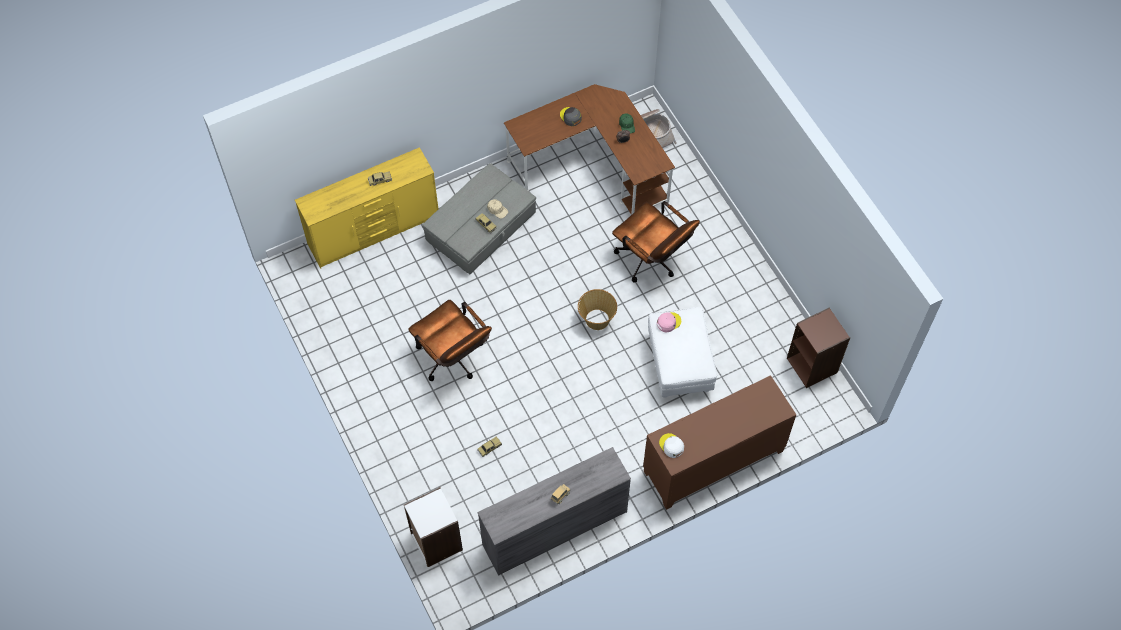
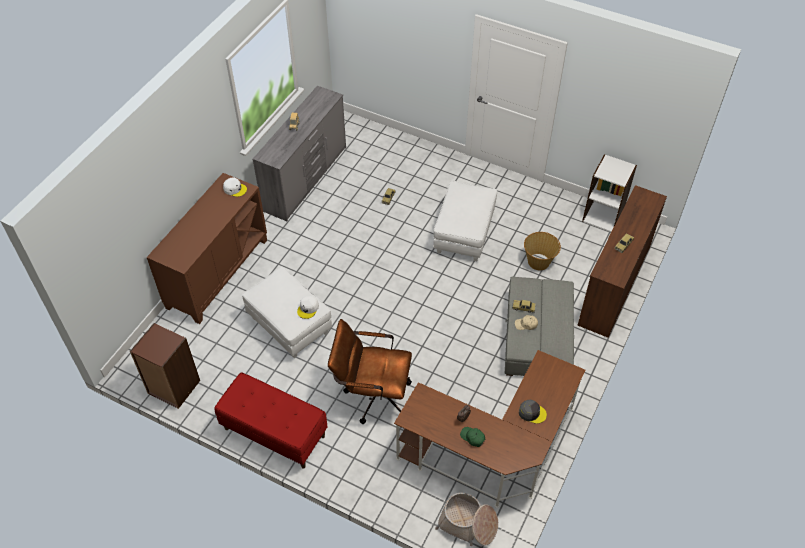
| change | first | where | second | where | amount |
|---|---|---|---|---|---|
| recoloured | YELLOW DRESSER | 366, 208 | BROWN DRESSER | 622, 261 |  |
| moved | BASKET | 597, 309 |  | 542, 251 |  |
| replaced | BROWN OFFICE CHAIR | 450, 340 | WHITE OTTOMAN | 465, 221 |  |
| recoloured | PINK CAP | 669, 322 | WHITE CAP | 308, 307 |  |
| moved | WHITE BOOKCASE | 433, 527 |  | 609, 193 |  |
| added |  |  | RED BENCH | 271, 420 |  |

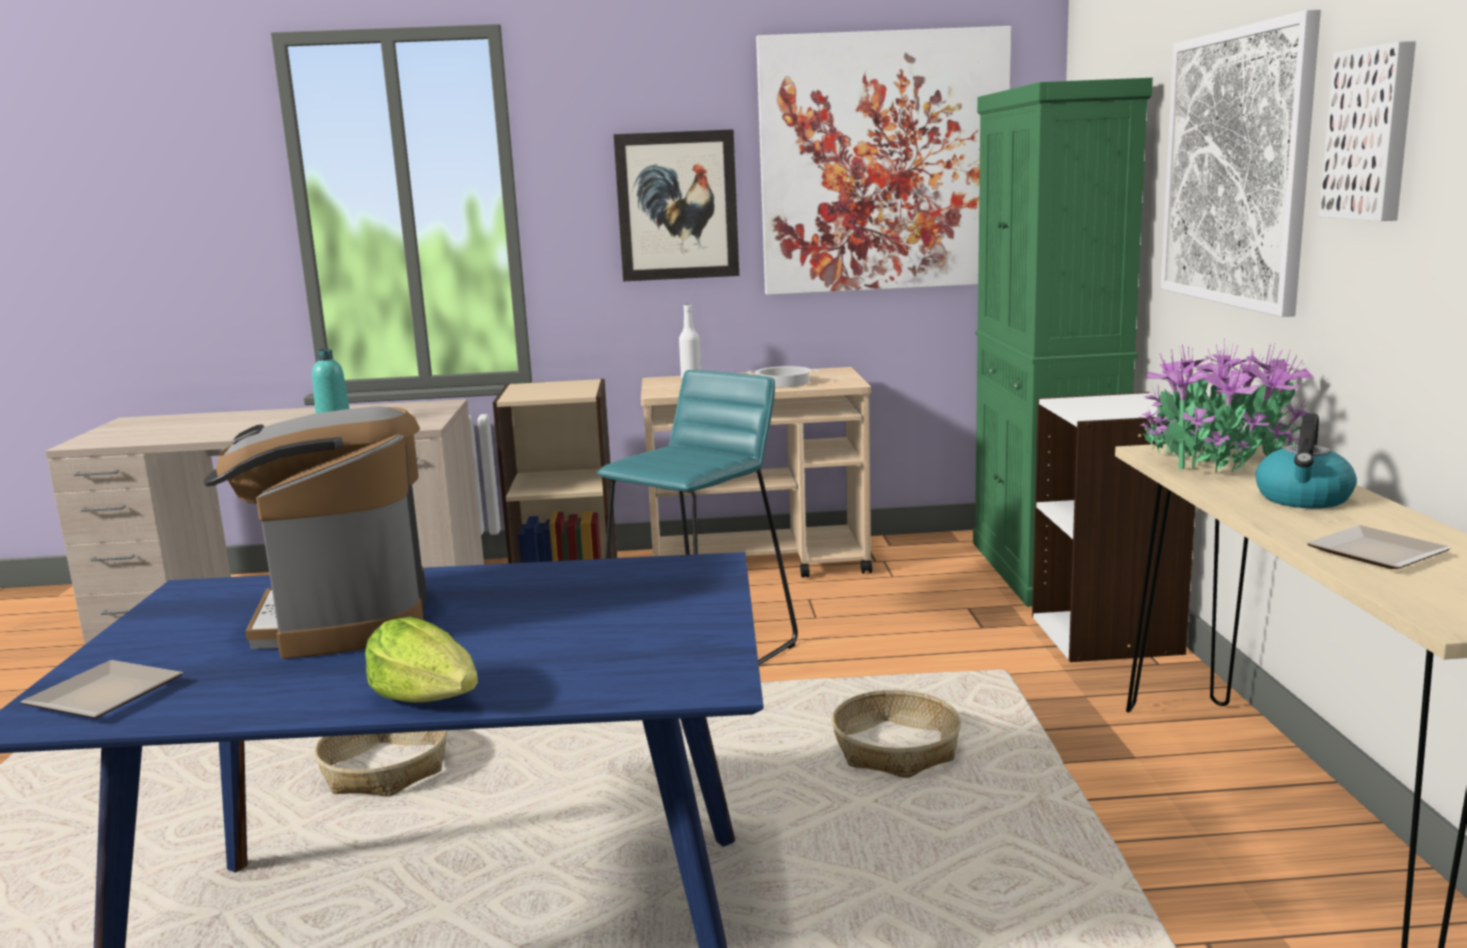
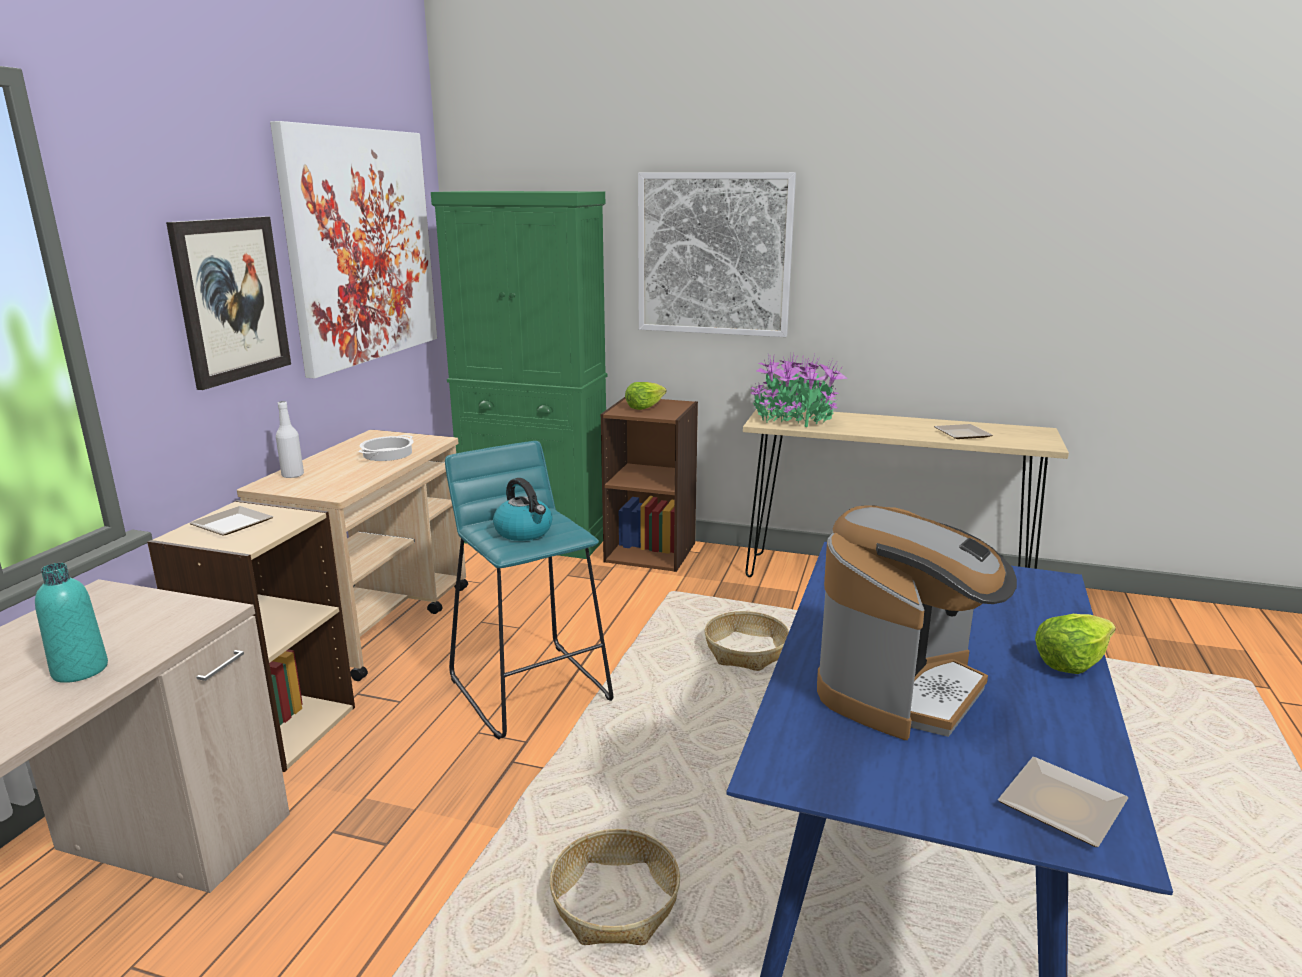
| change | first | where | second | where | amount |
|---|---|---|---|---|---|
| removed | PICTURE | 1367, 131 |  |  |  |
| recoloured | WHITE BOOKCASE | 1114, 527 | BROWN BOOKCASE | 649, 484 |  |
| turned | COFFEE MACHINE | 314, 532 |  | 917, 622 | 60 degrees counterclockwise |
| moved | KETTLE | 1306, 460 |  | 523, 509 |  |
| added |  |  | LETTUCE | 645, 396 |  |
| added |  |  | PLATE | 231, 520 |  |

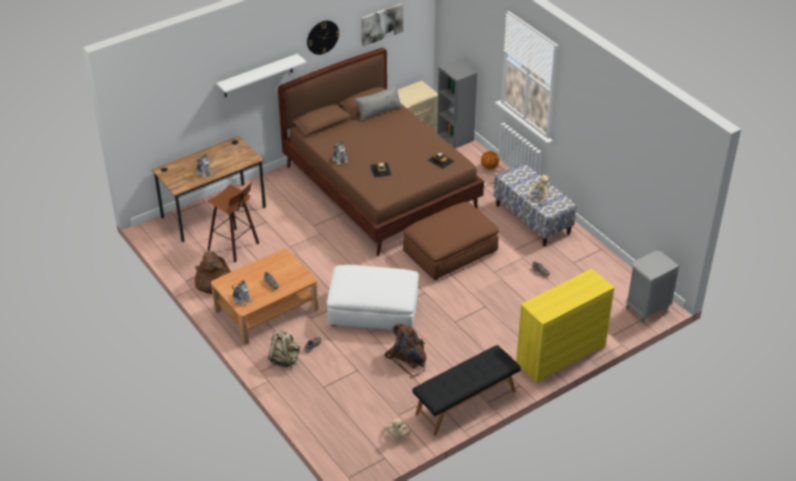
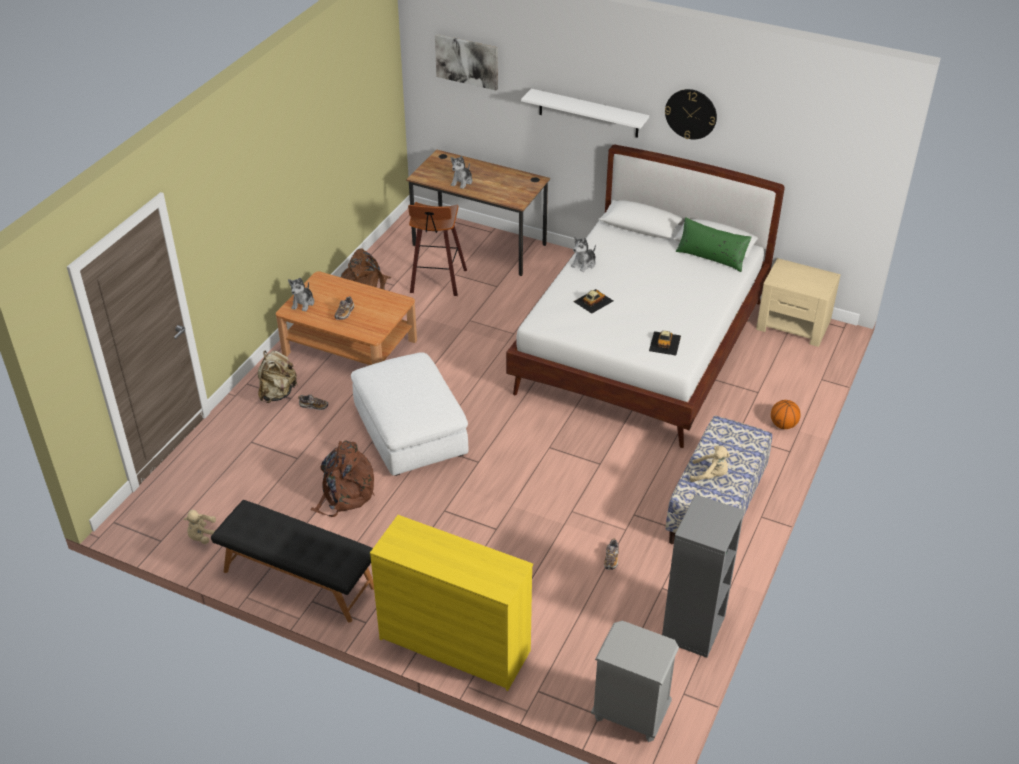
| change | first | where | second | where | amount |
|---|---|---|---|---|---|
| moved | PICTURE | 382, 24 |  | 466, 62 |  |
| recoloured | BROWN BED | 381, 152 | WHITE BED | 645, 296 |  |
| moved | GREY BOOKCASE | 457, 104 |  | 703, 576 |  |
| recoloured | GREY PILLOW | 379, 103 | GREEN PILLOW | 714, 244 |  |
| removed | BROWN OTTOMAN | 451, 241 |  |  |  |

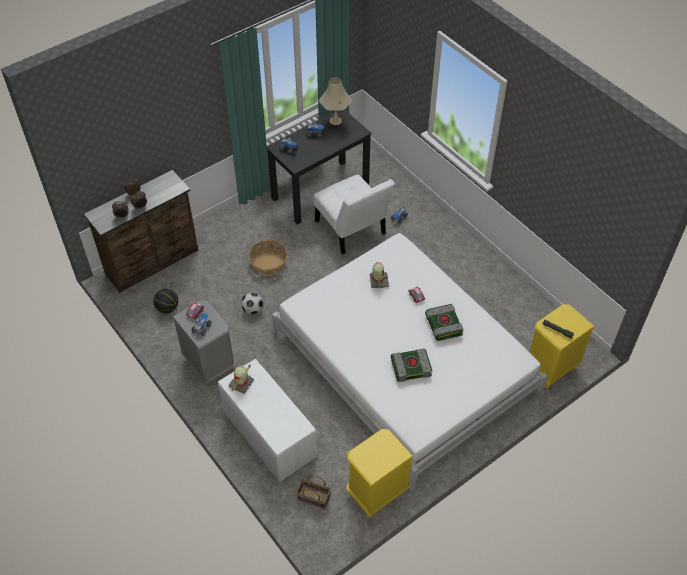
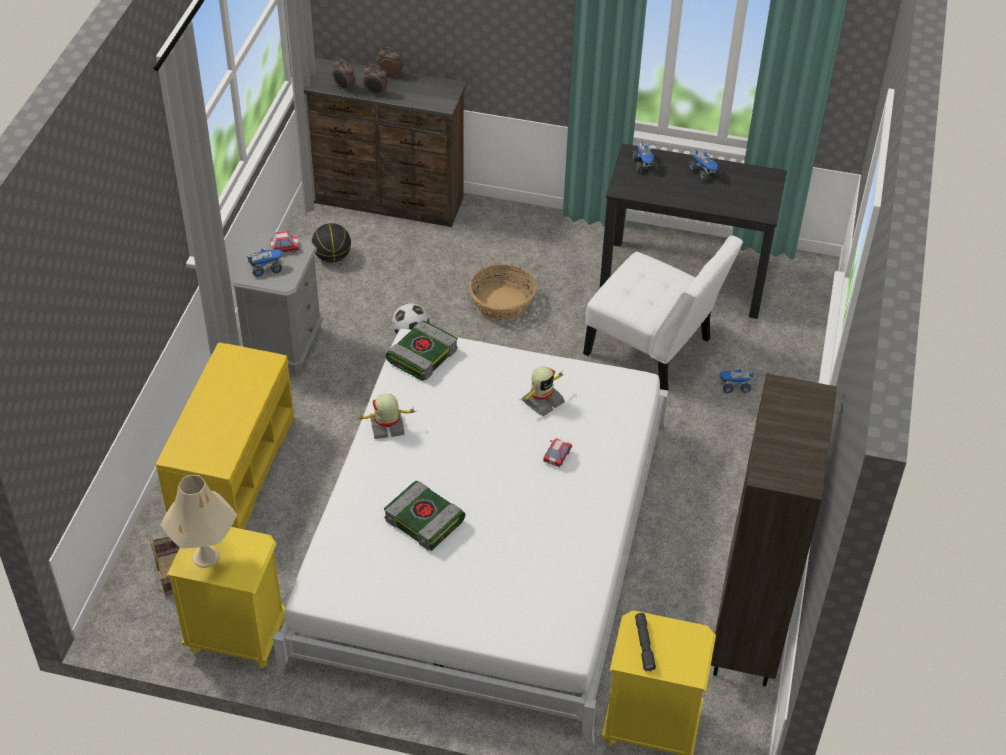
| change | first | where | second | where | amount |
|---|---|---|---|---|---|
| moved | BEIGE TABLE LAMP | 335, 101 |  | 198, 521 |  |
| turned | WHITE CHAIR | 354, 214 |  | 663, 312 | 75 degrees counterclockwise |
| moved | BOOK | 444, 322 |  | 421, 350 |  |
| recoloured | WHITE BENCH | 267, 420 | YELLOW BENCH | 225, 435 |  |
| moved | TOY ROBOT | 241, 379 |  | 385, 416 |  |
| added |  |  | BROWN BOOKCASE | 774, 530 |  |

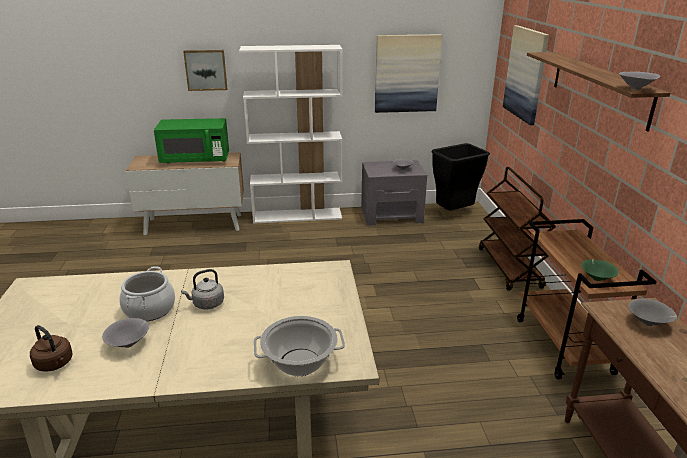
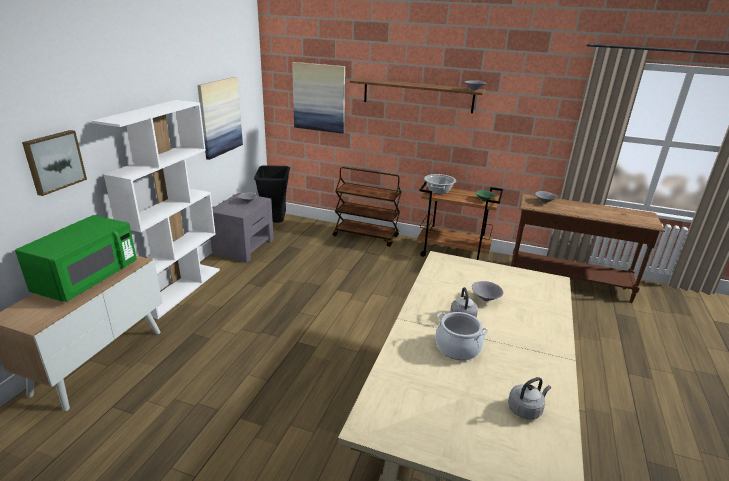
| change | first | where | second | where | amount |
|---|---|---|---|---|---|
| moved | COOKING POT | 299, 346 |  | 440, 184 |  |
| moved | GREY BOWL | 125, 333 |  | 487, 291 |  |
| recoloured | BROWN KETTLE | 51, 348 | GREY KETTLE | 529, 398 |  |

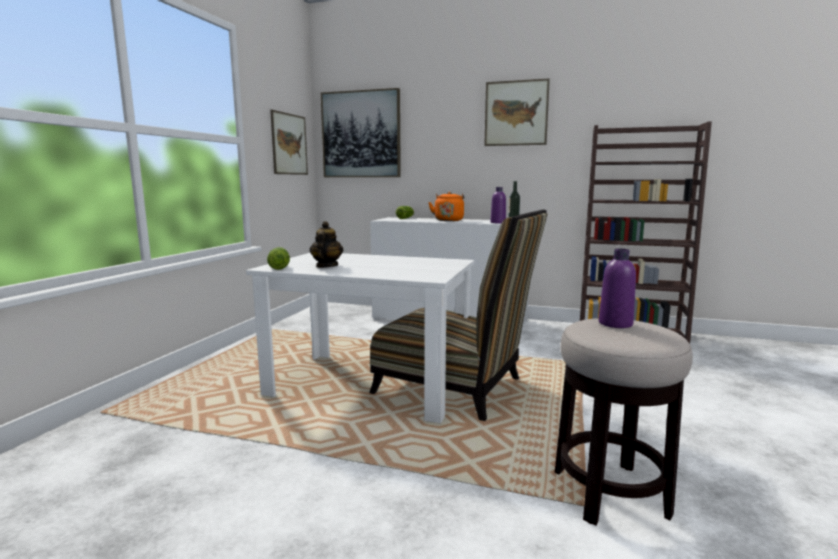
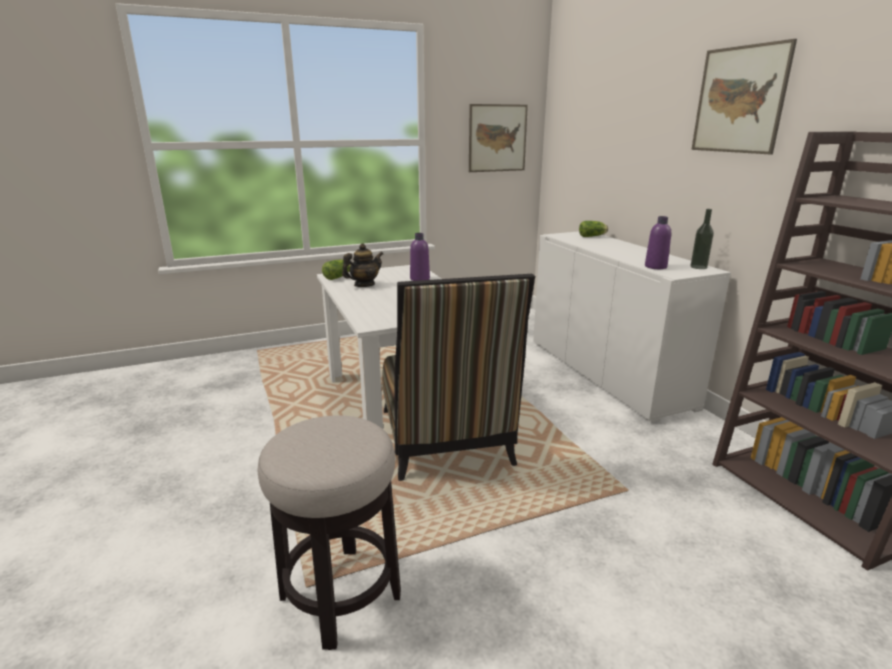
| change | first | where | second | where | amount |
|---|---|---|---|---|---|
| removed | PICTURE | 361, 132 |  |  |  |
| removed | ORANGE KETTLE | 446, 206 |  |  |  |
| moved | PURPLE BOTTLE | 617, 288 |  | 420, 257 |  |

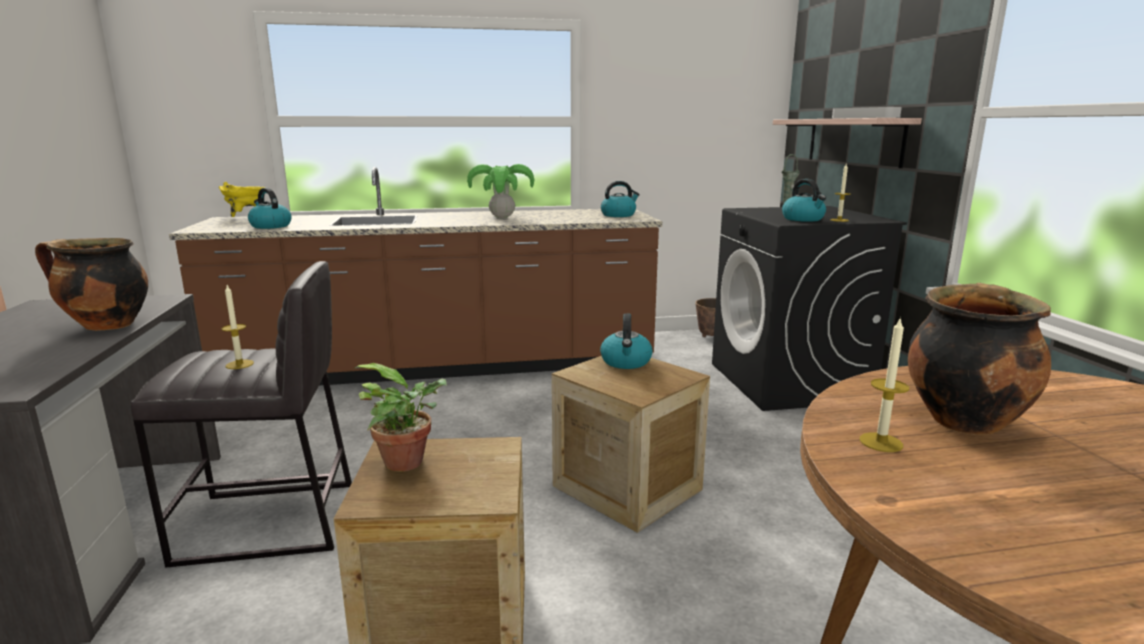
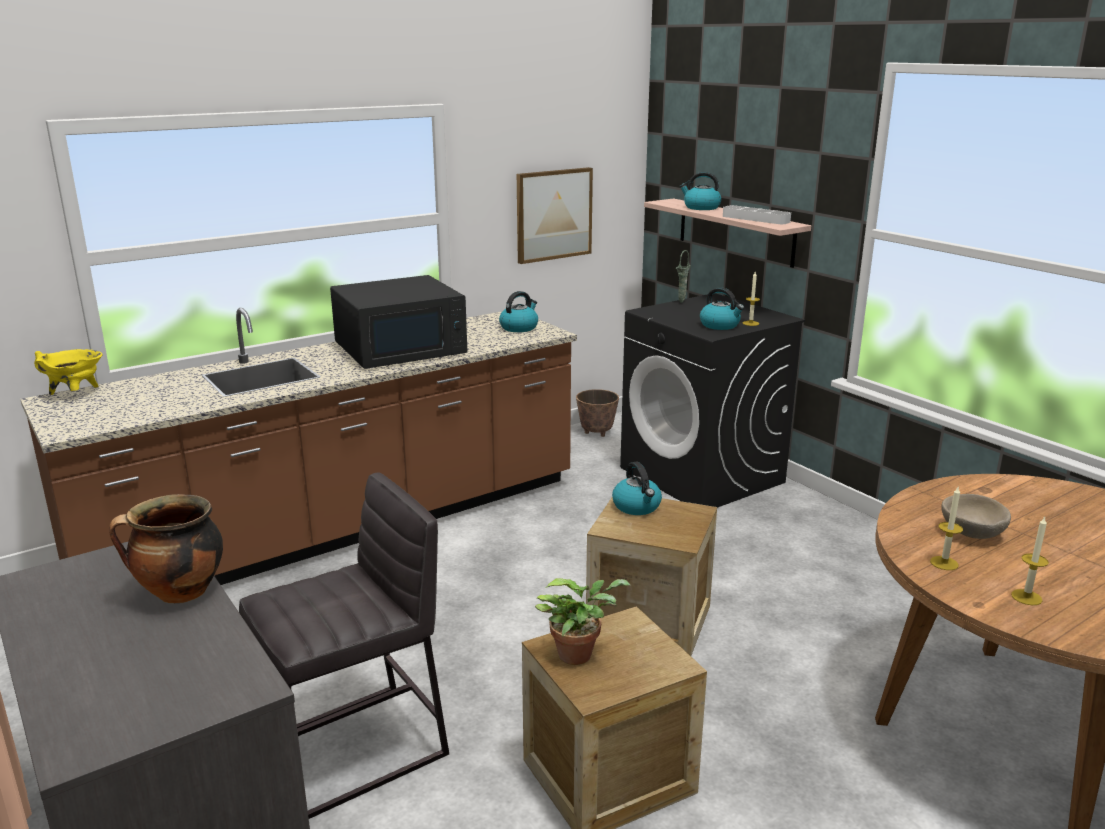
| change | first | where | second | where | amount |
|---|---|---|---|---|---|
| replaced | POTTED PLANT | 500, 191 | BLACK MICROWAVE | 398, 322 |  |
| moved | KETTLE | 270, 208 |  | 700, 191 |  |
| replaced | COOKING POT | 979, 359 | BEIGE BOWL | 976, 516 |  |
| moved | CANDLE | 238, 327 |  | 1030, 560 |  |
| added |  |  | PICTURE | 555, 215 |  |

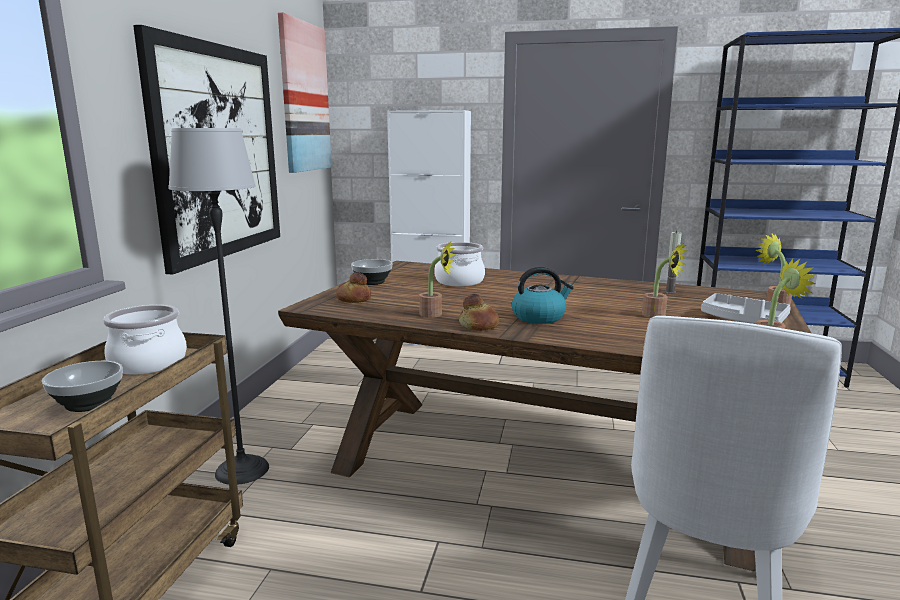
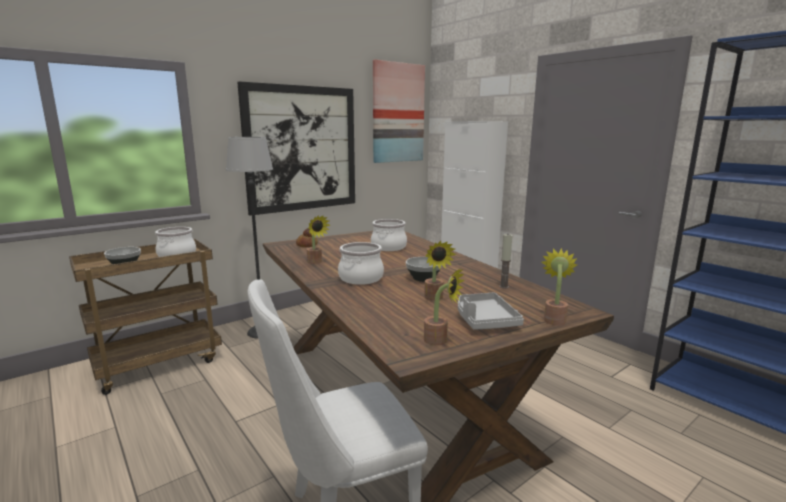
| change | first | where | second | where | amount |
|---|---|---|---|---|---|
| moved | BOWL | 371, 272 |  | 424, 269 |  |
| replaced | KETTLE | 543, 295 | COOKING POT | 361, 263 |  |
| removed | BREAD | 479, 312 |  |  |  |

